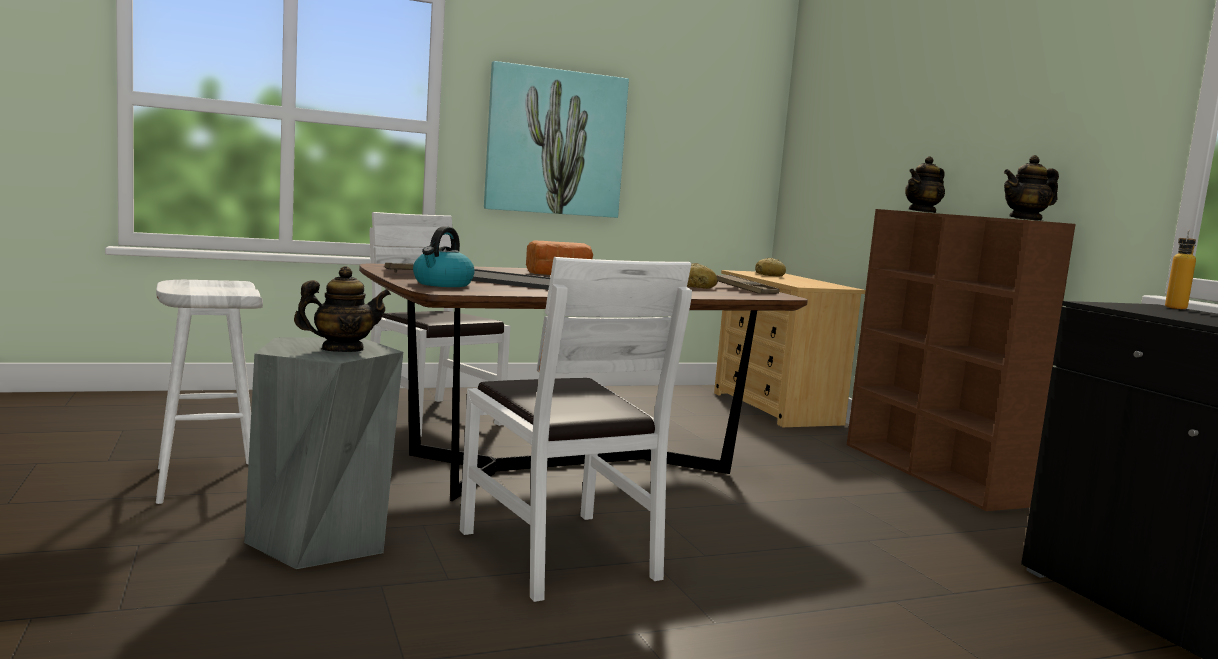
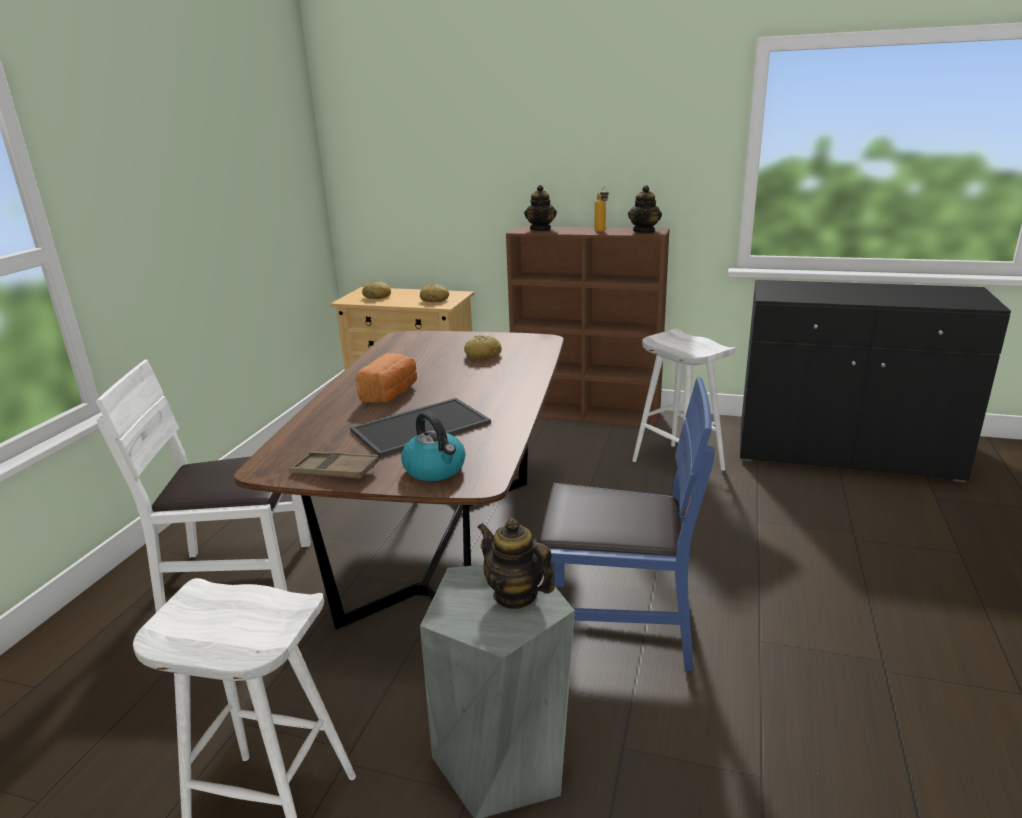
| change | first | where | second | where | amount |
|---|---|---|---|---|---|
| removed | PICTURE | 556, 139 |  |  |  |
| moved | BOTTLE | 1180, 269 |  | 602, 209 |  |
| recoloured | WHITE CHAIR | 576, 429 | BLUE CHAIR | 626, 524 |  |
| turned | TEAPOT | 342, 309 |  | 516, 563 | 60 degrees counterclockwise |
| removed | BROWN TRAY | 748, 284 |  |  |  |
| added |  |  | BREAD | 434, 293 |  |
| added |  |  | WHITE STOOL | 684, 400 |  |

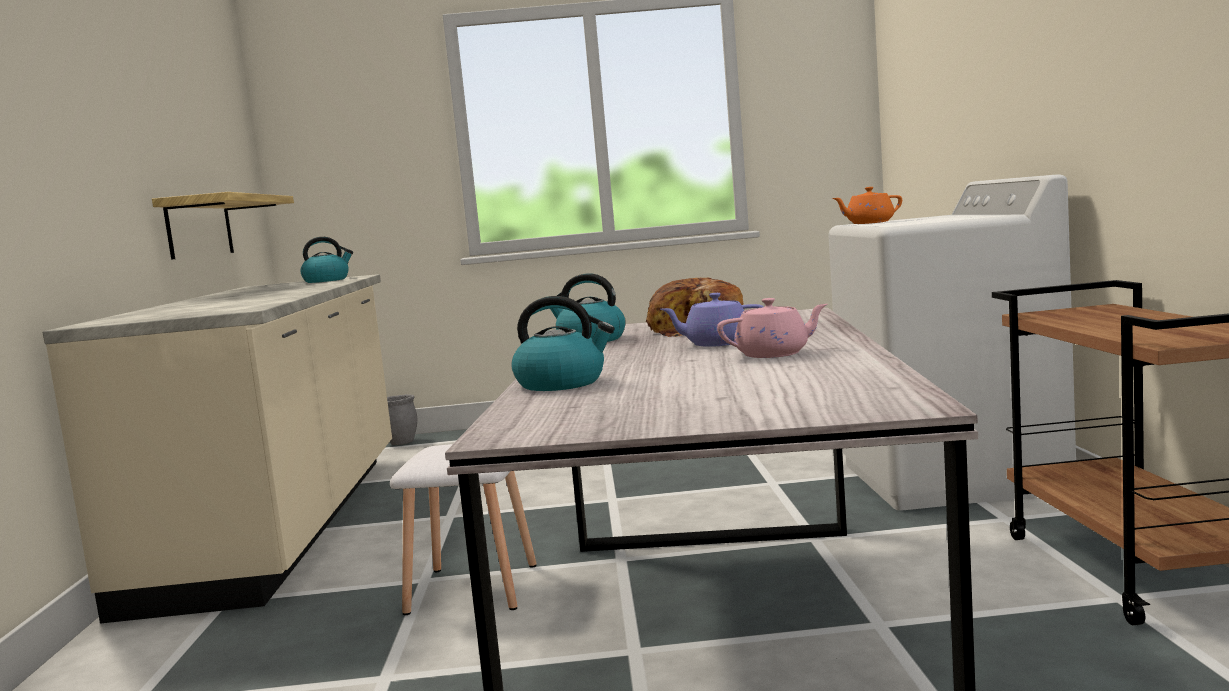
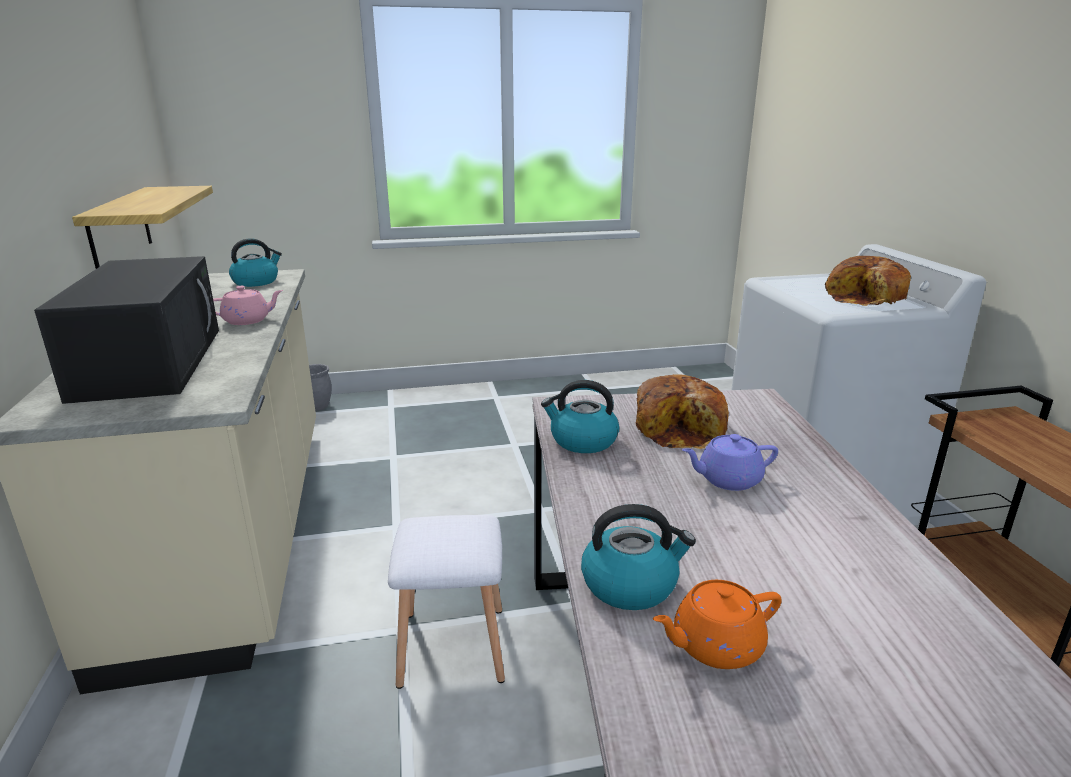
| change | first | where | second | where | amount |
|---|---|---|---|---|---|
| moved | ORANGE TEAPOT | 867, 205 |  | 717, 624 |  |
| moved | PINK TEAPOT | 772, 328 |  | 248, 305 |  |
| added |  |  | BLACK MICROWAVE | 126, 330 |  |
| added |  |  | BREAD | 868, 281 |  |

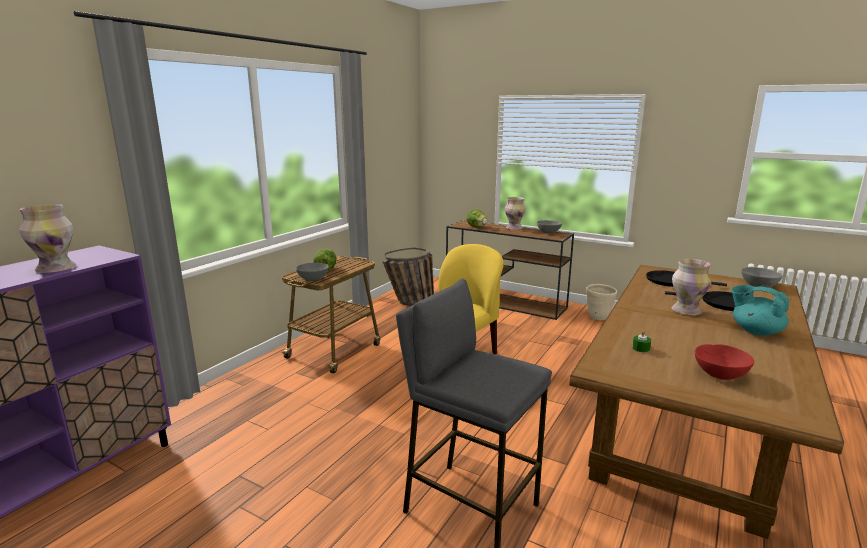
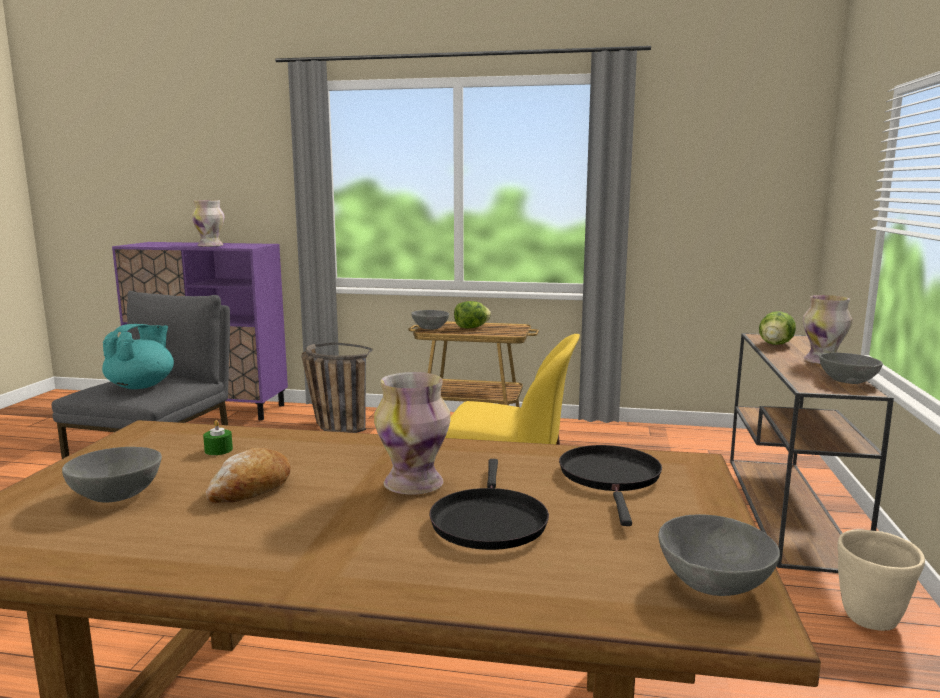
| change | first | where | second | where | amount |
|---|---|---|---|---|---|
| moved | BASKET | 408, 277 |  | 336, 388 |  |
| moved | TURQUOISE TEAPOT | 760, 310 |  | 138, 356 |  |
| recoloured | RED BOWL | 724, 362 | GREY BOWL | 112, 474 |  |
| added |  |  | BREAD | 248, 475 |  |

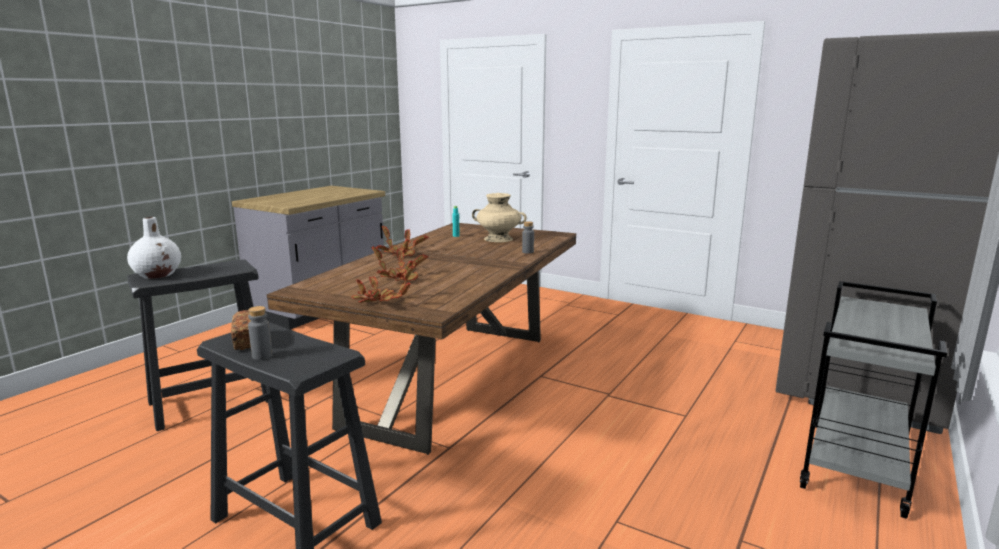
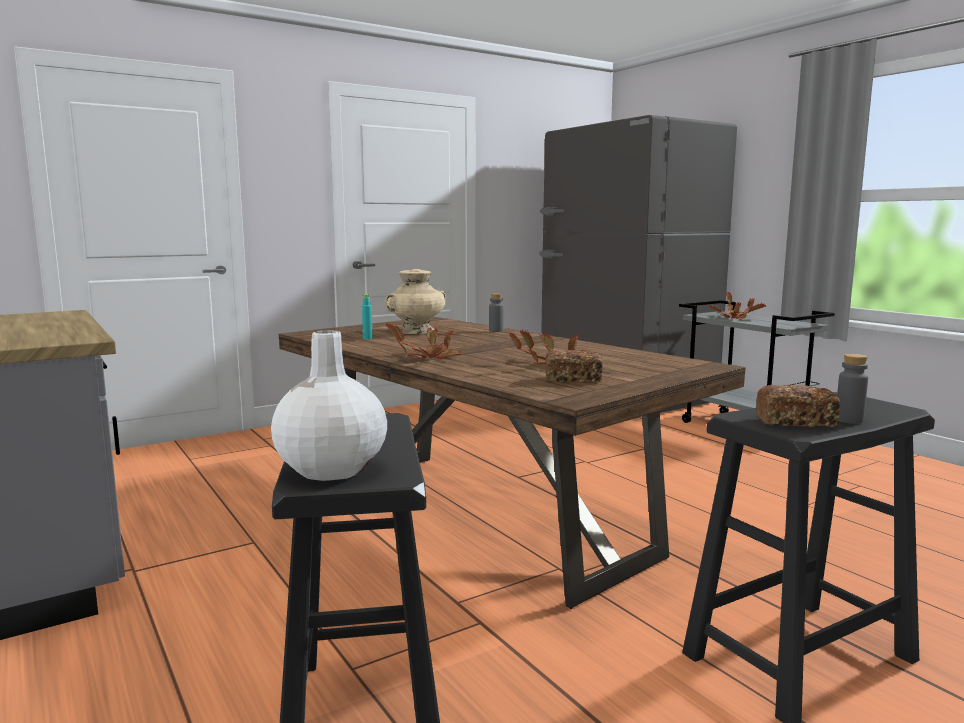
| change | first | where | second | where | amount |
|---|---|---|---|---|---|
| moved | POTTED PLANT | 383, 284 |  | 737, 306 |  |
| added |  |  | BREAD | 574, 366 |  |

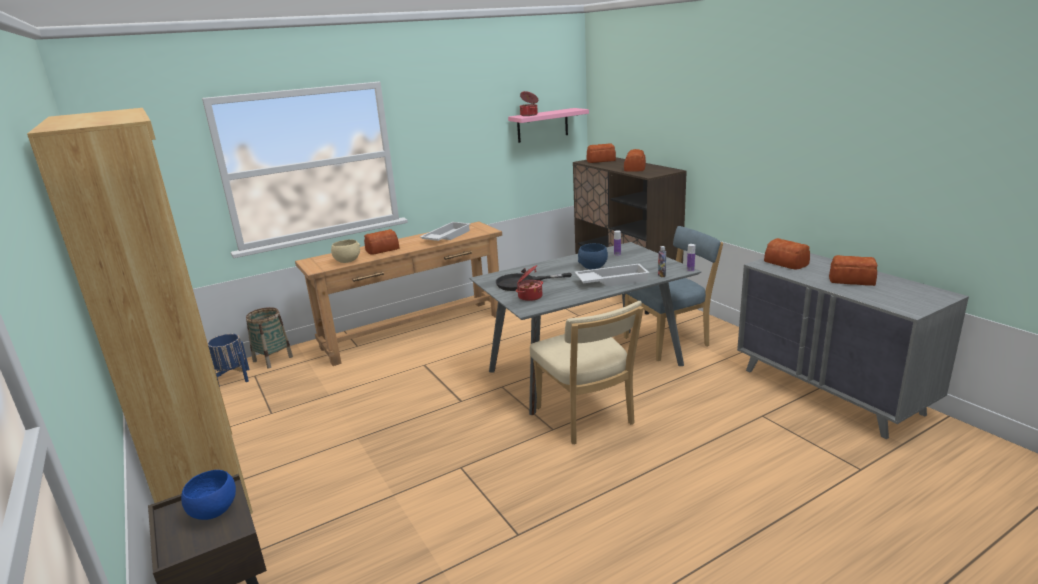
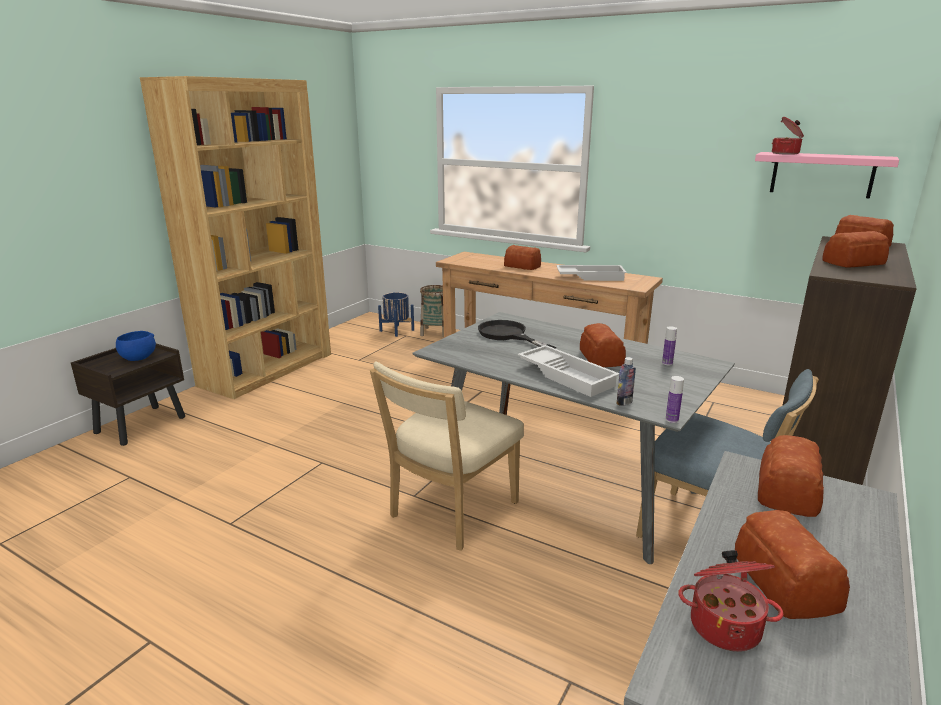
| change | first | where | second | where | amount |
|---|---|---|---|---|---|
| removed | BEIGE BOWL | 345, 251 |  |  |  |
| replaced | BLUE BOWL | 593, 256 | BREAD | 603, 345 |  |
| moved | COOKING POT | 529, 283 |  | 731, 601 |  |

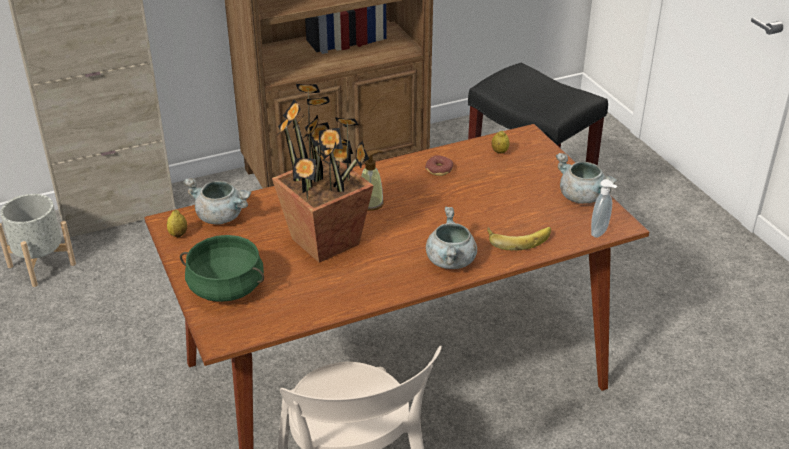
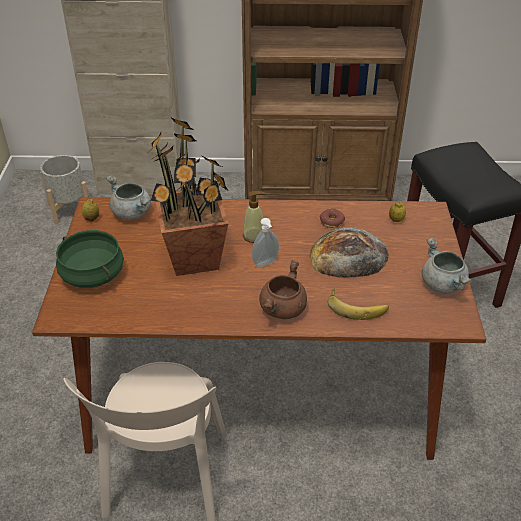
| change | first | where | second | where | amount |
|---|---|---|---|---|---|
| moved | SOAP DISPENSER | 604, 208 |  | 265, 242 |  |
| recoloured | GREY COOKING POT | 451, 237 | BROWN COOKING POT | 283, 289 |  |
| added |  |  | BREAD | 349, 252 |  |

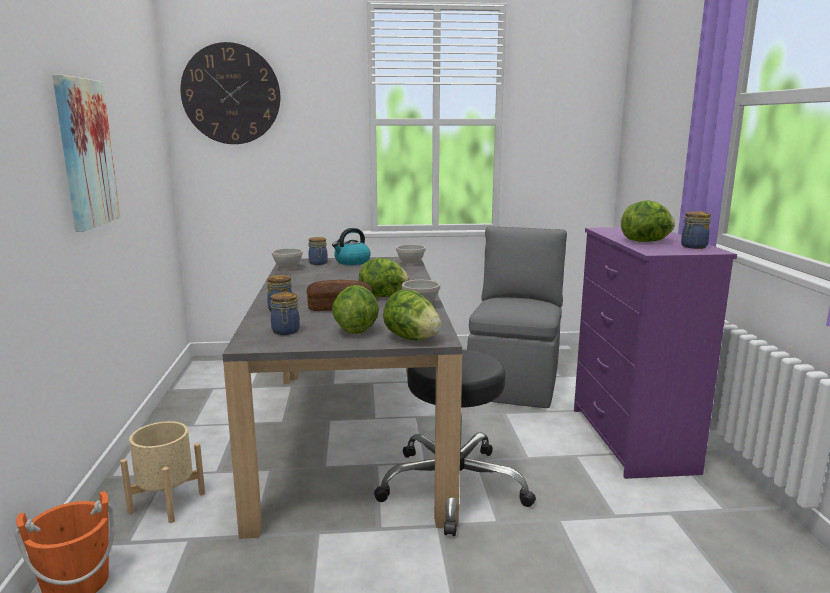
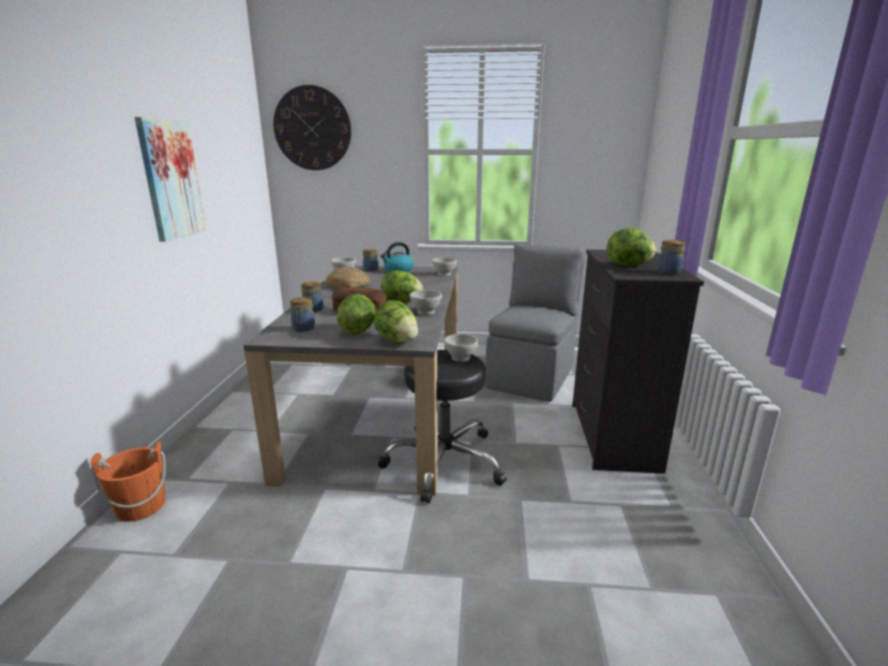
| change | first | where | second | where | amount |
|---|---|---|---|---|---|
| recoloured | PURPLE DRESSER | 655, 353 | BLACK DRESSER | 638, 361 |  |
| removed | BEIGE PLANTER | 162, 472 |  |  |  |
| added |  |  | BREAD | 347, 277 |  |
| added |  |  | WHITE BOWL | 461, 348 |  |

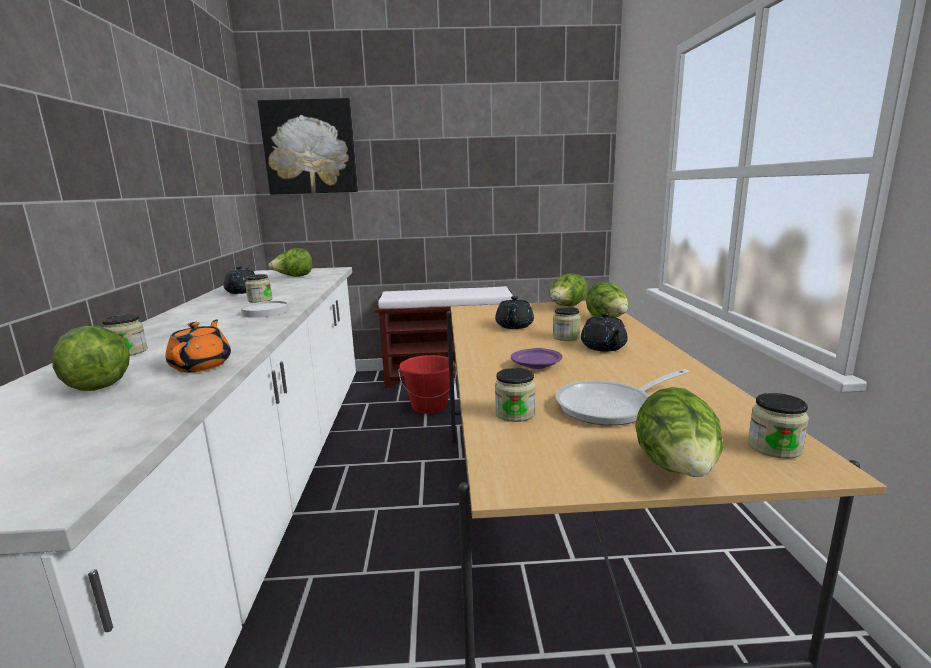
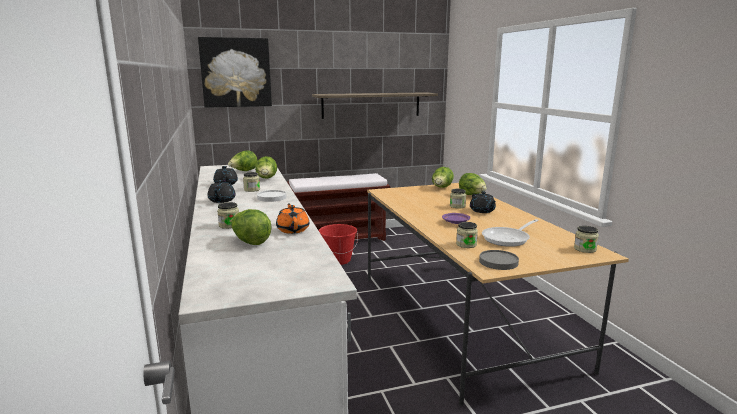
| change | first | where | second | where | amount |
|---|---|---|---|---|---|
| moved | BLACK TEAPOT | 514, 312 |  | 221, 191 |  |
| moved | LETTUCE | 679, 432 |  | 266, 167 |  |
| added |  |  | SHELF | 375, 105 |  |
| added |  |  | GREY PLATE | 499, 260 |  |

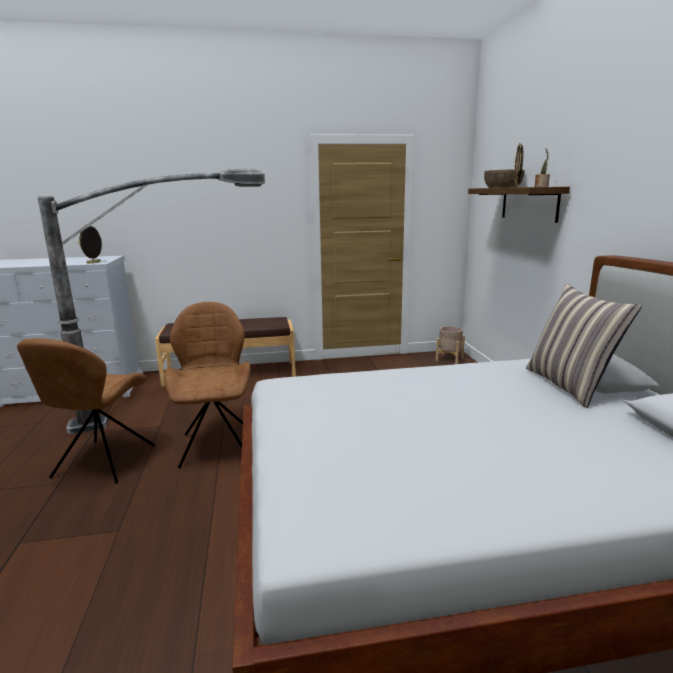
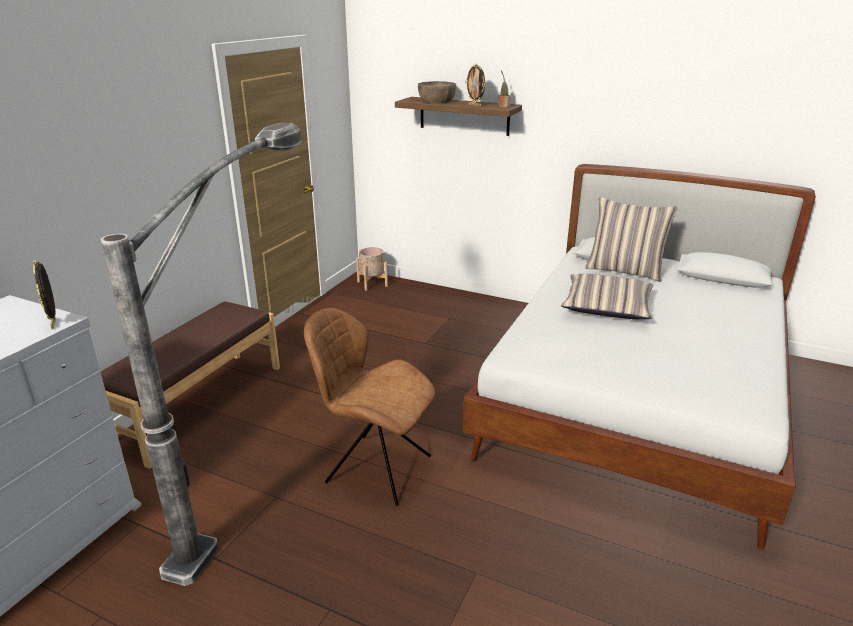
| change | first | where | second | where | amount |
|---|---|---|---|---|---|
| removed | BROWN CHAIR | 86, 410 |  |  |  |
| added |  |  | PILLOW | 607, 296 |  |

